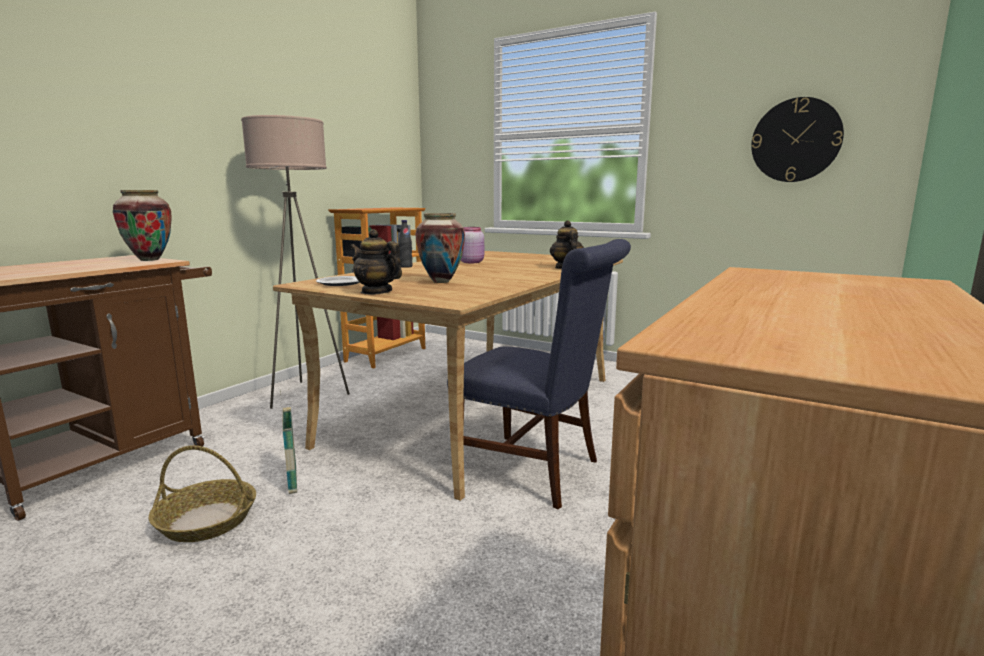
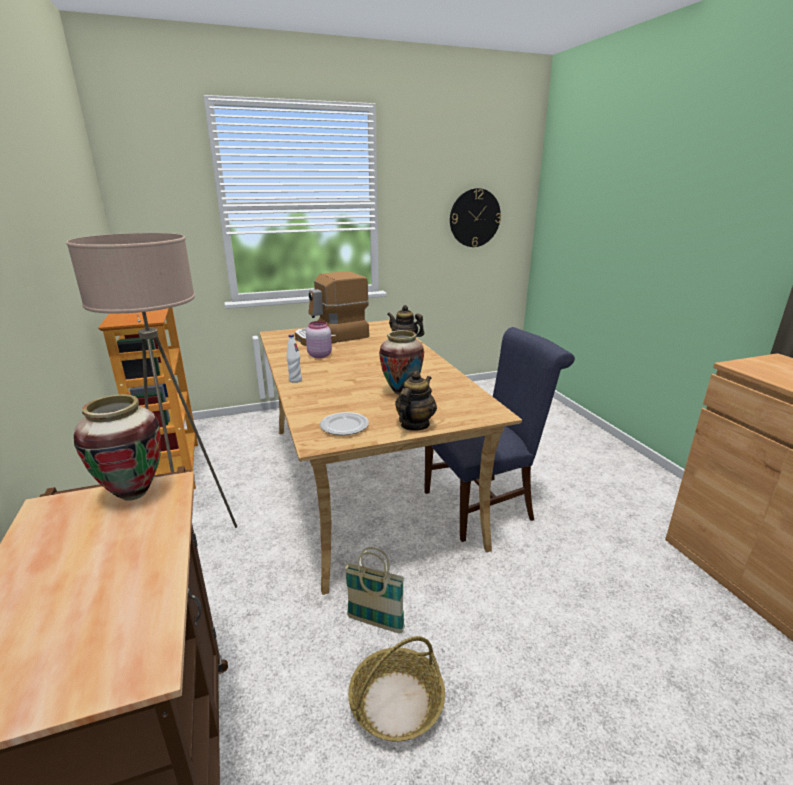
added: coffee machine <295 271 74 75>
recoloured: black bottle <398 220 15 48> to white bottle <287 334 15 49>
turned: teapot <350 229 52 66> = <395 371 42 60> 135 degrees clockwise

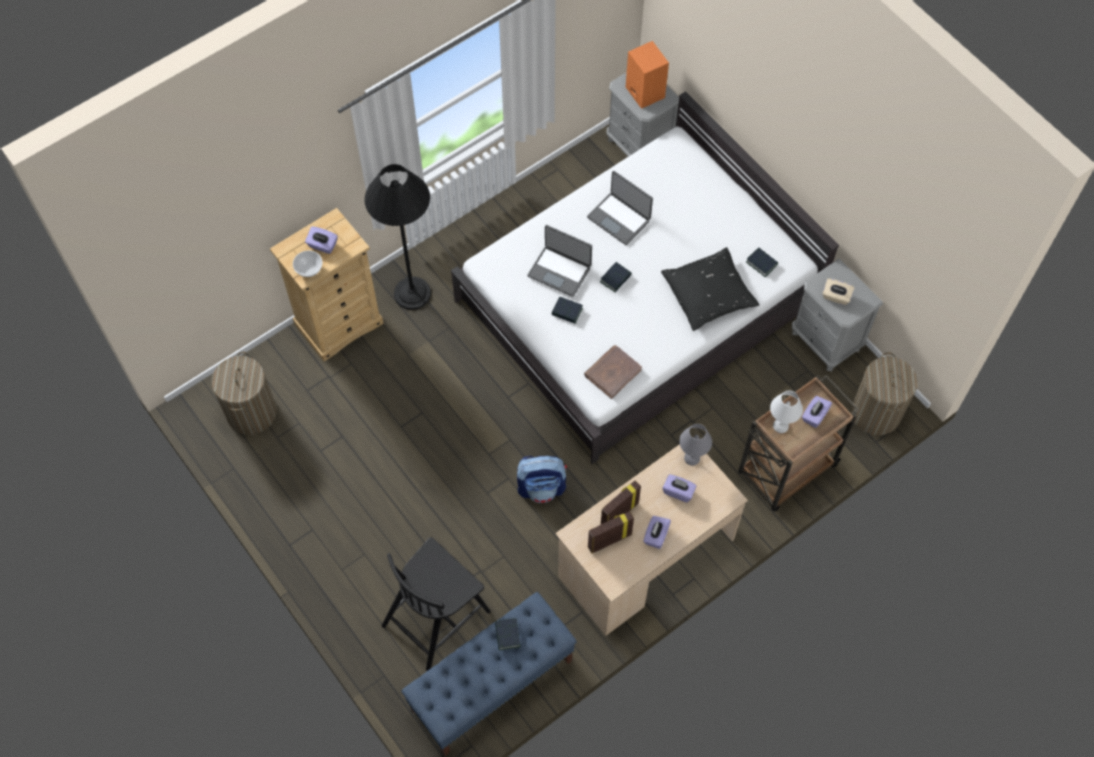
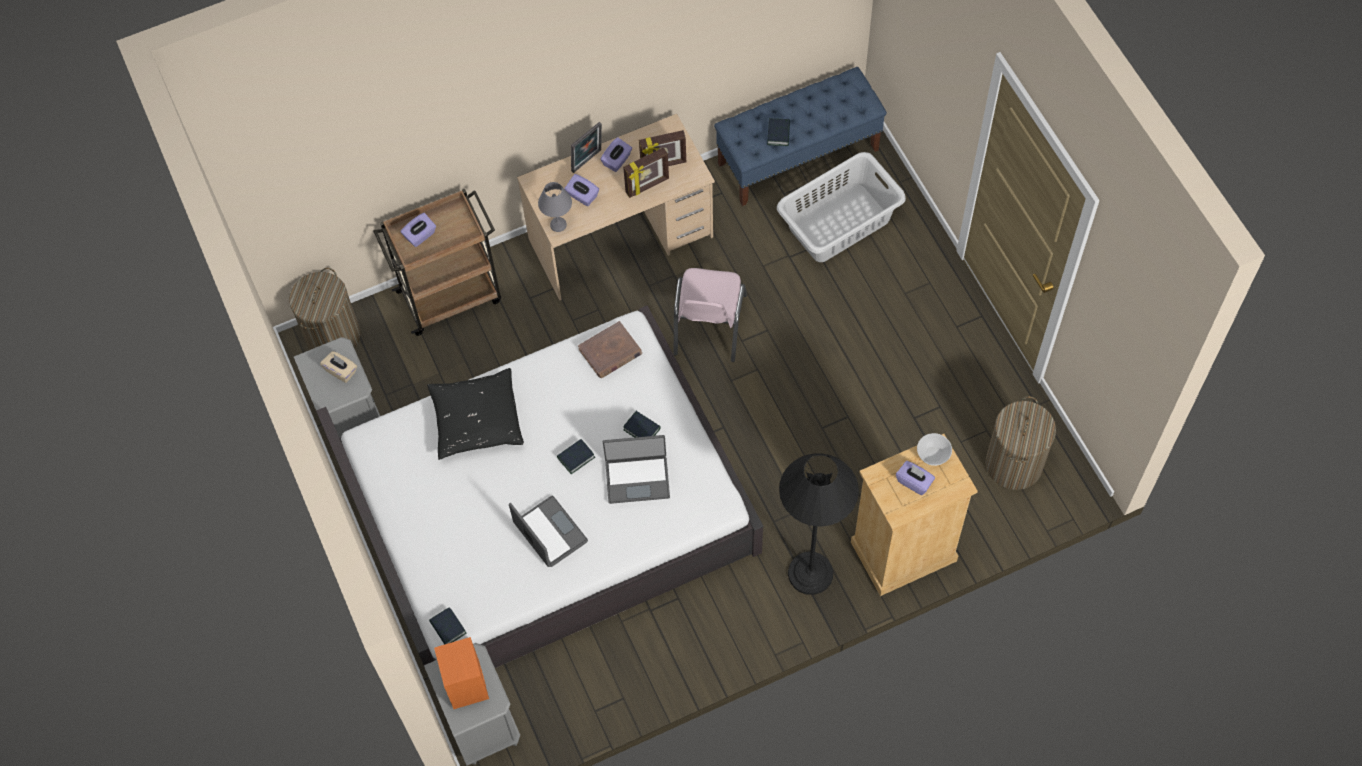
removed: white table lamp <770 391 33 42>
added: picture frame <571 122 31 51>
moved: book <746 247 32 30> to <429 607 37 37>
replaced: black chair <382 537 109 134> to grey laundry basket <777 152 129 110>; backpack <517 456 50 47> to pink chair <674 268 73 94>
turned: laptop <527 225 65 72> = <603 435 67 69> 135 degrees clockwise

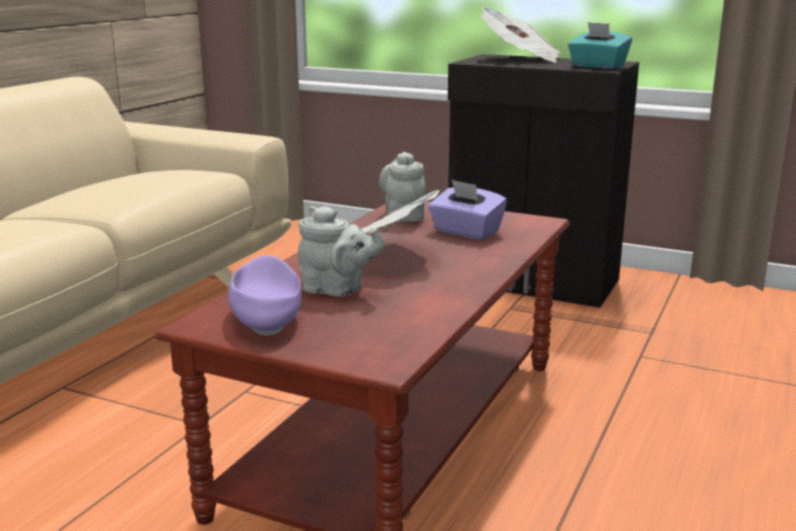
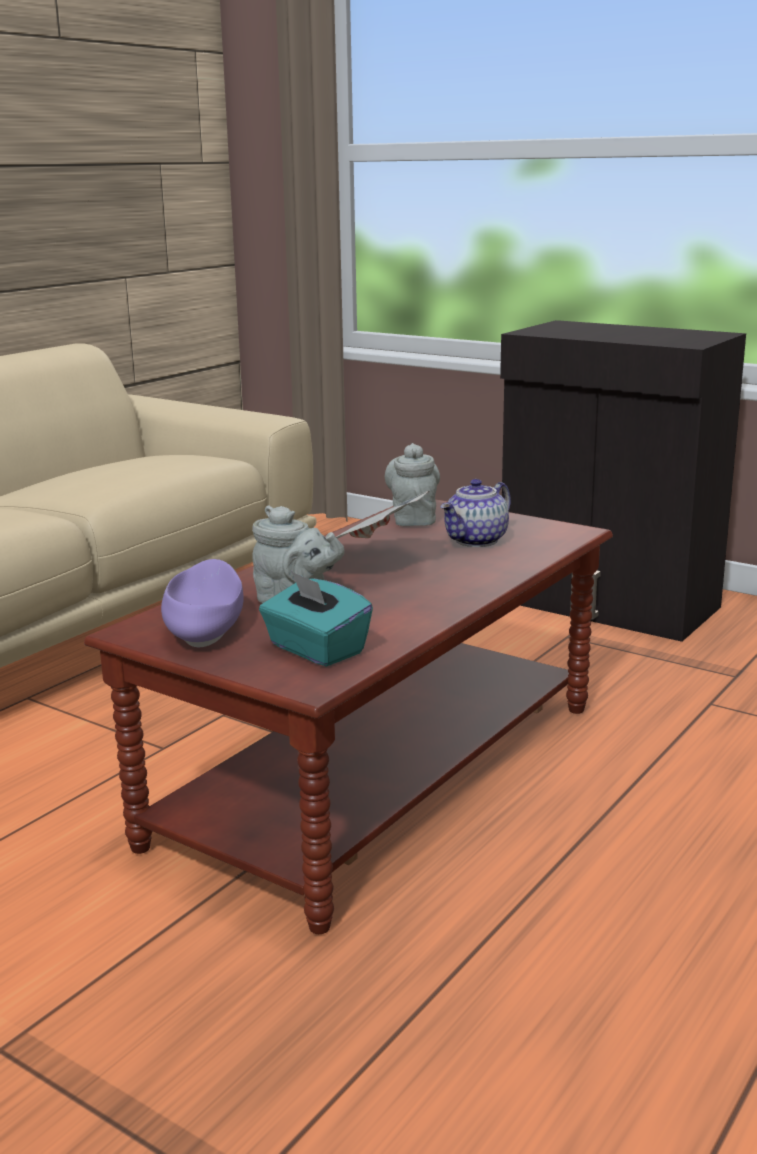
removed: newspaper <481 7 79 55>
moved: turquoise tissue box <568 22 64 47> to <259 571 114 96>
replaced: purple tissue box <428 179 79 61> to teapot <441 479 70 68>

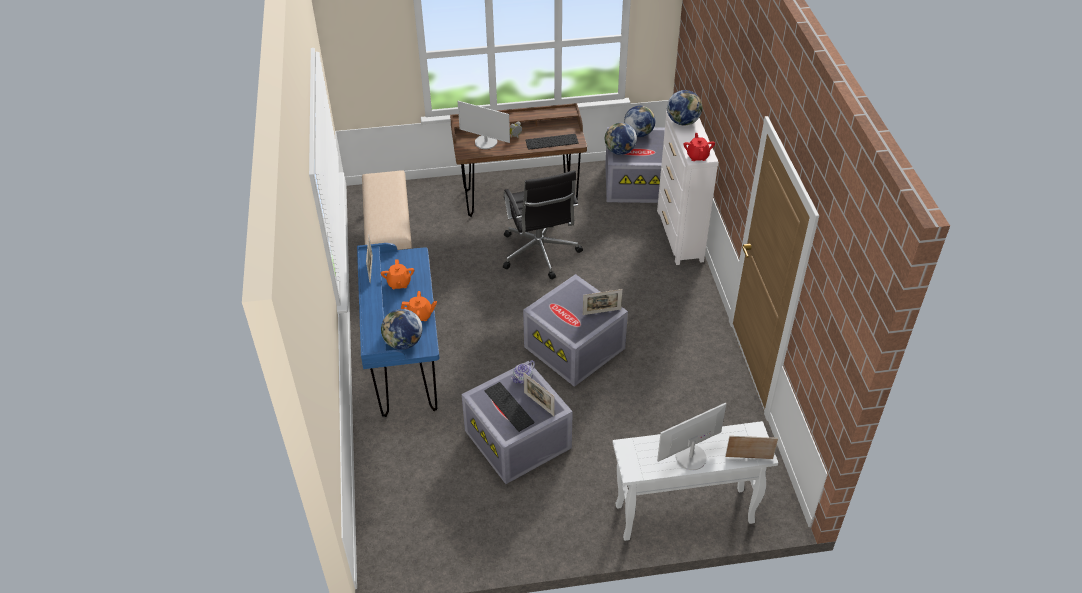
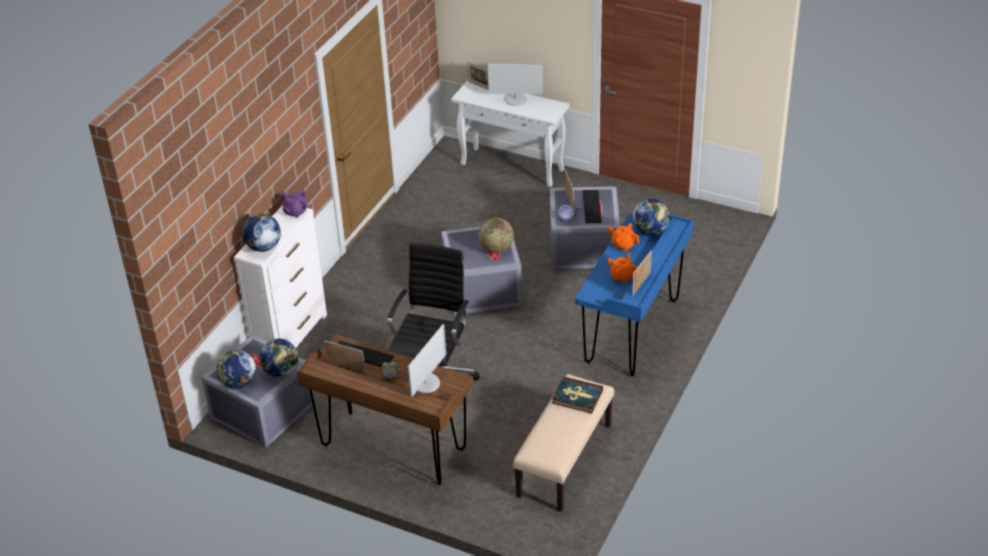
added: globe <479 218 35 35>; book <552 377 51 37>
moved: picture frame <583 289 40 26> to <324 341 41 32>
recoloured: red teapot <683 133 32 28> to purple teapot <281 189 27 29>
turned: monitor <457 101 53 48> = <408 324 38 73> 60 degrees clockwise

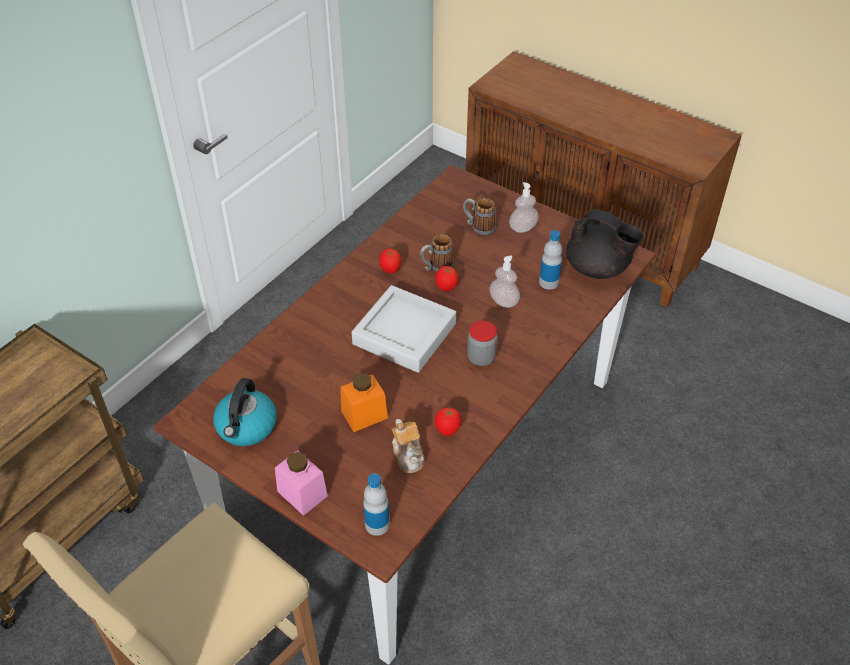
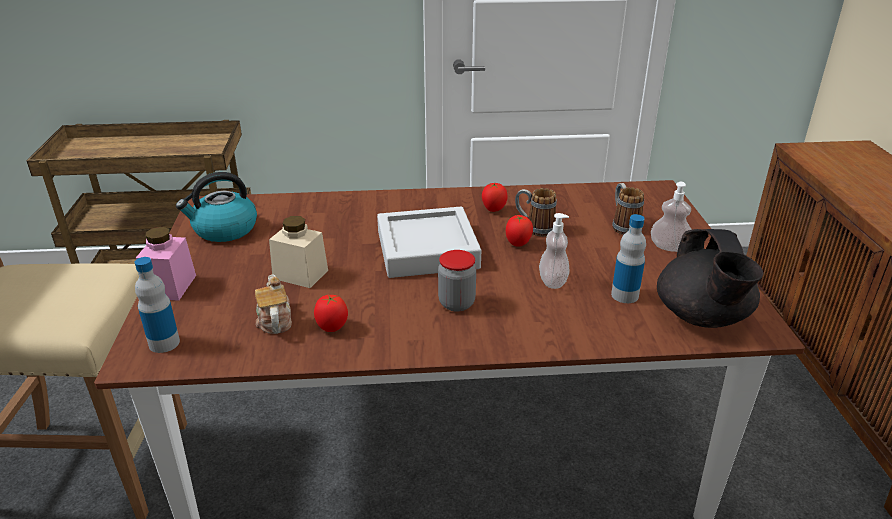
recoloured: orange jar <341 373 47 59> to beige jar <269 216 59 72>
turned: teapot <392 419 33 54> = <255 274 37 60> 135 degrees clockwise

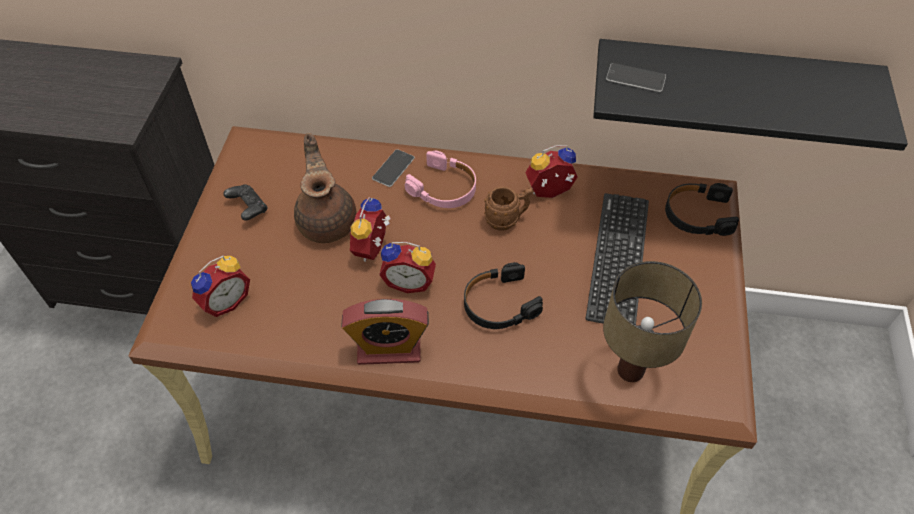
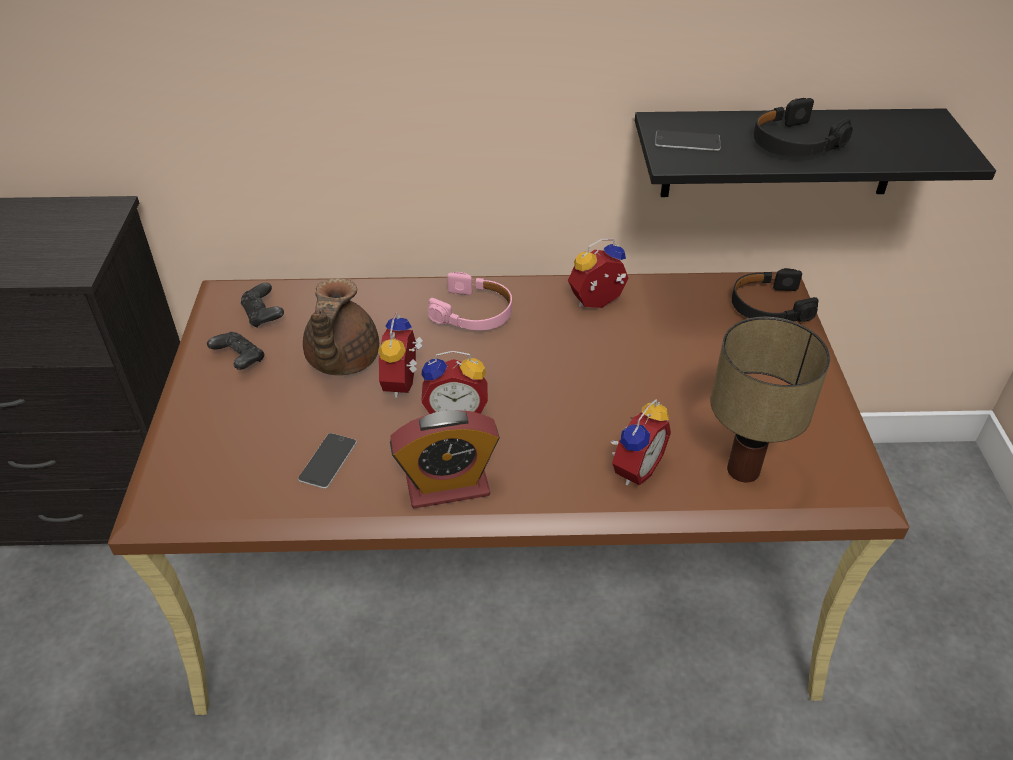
removed: brown mug <484 187 49 44>; keyboard <586 193 63 132>
added: black game controller <241 283 43 45>
moved: alarm clock <191 256 59 61> to <610 399 61 86>; phone <372 149 43 38> to <298 433 59 56>; black headphones <464 262 79 67> to <754 98 99 59>
turned: brown teapot <294 133 63 110> = <303 278 76 97> 150 degrees counterclockwise

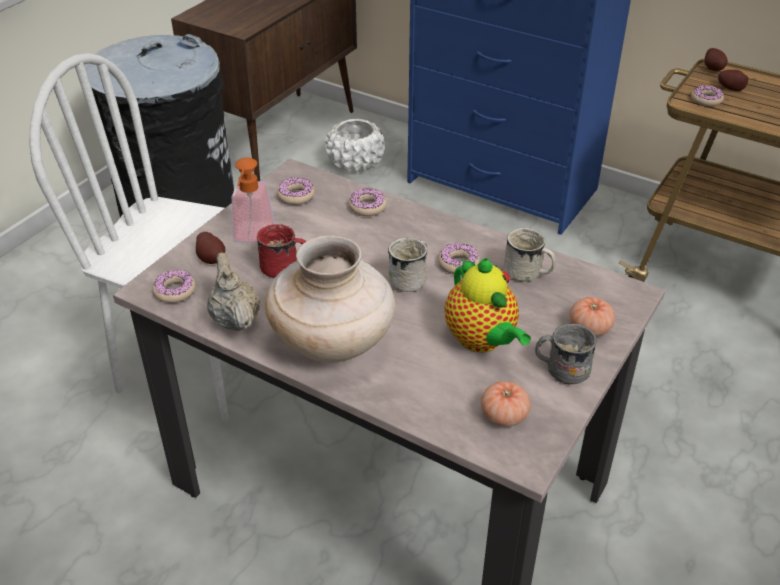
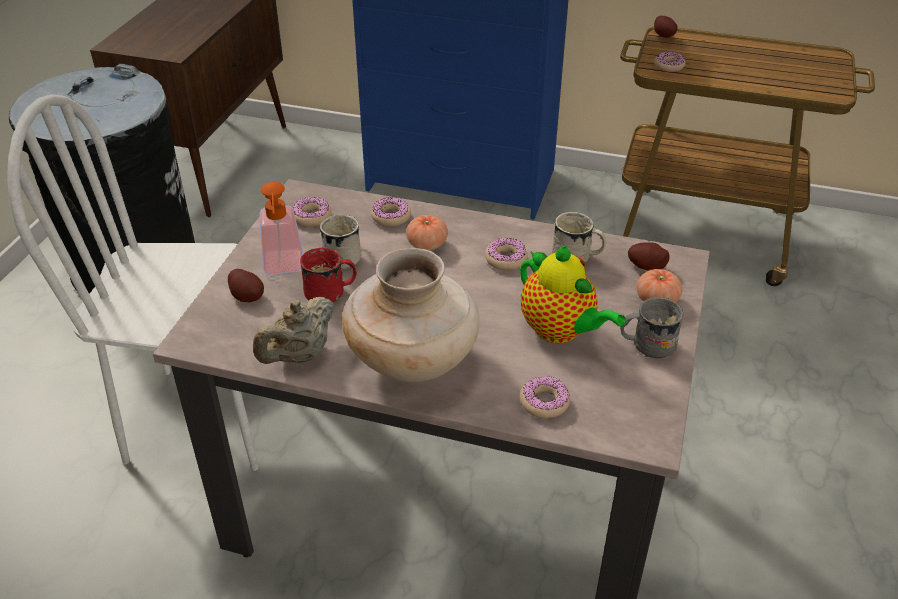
removed: white planter <325 119 60 54>
moved: donut <152 270 44 33> to <519 376 51 42>; white mug <388 238 39 54> to <320 215 41 54>; tomato <481 381 50 46> to <406 215 42 36>; potato <718 70 30 21> to <628 242 42 29>
turned: beige teapot <207 252 53 79> = <253 297 82 67> 105 degrees counterclockwise

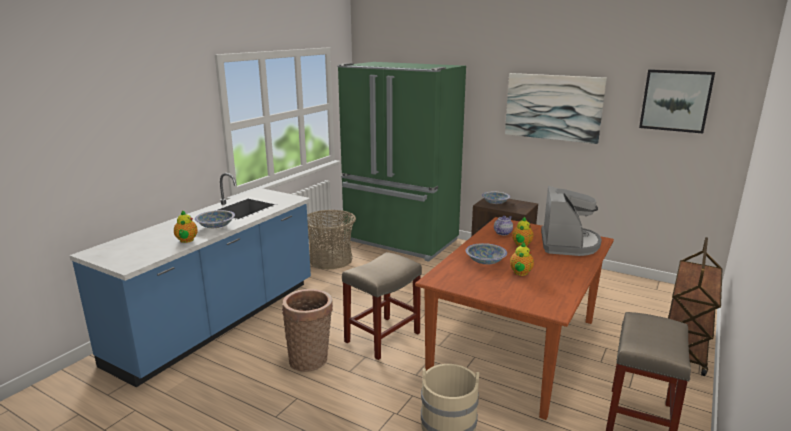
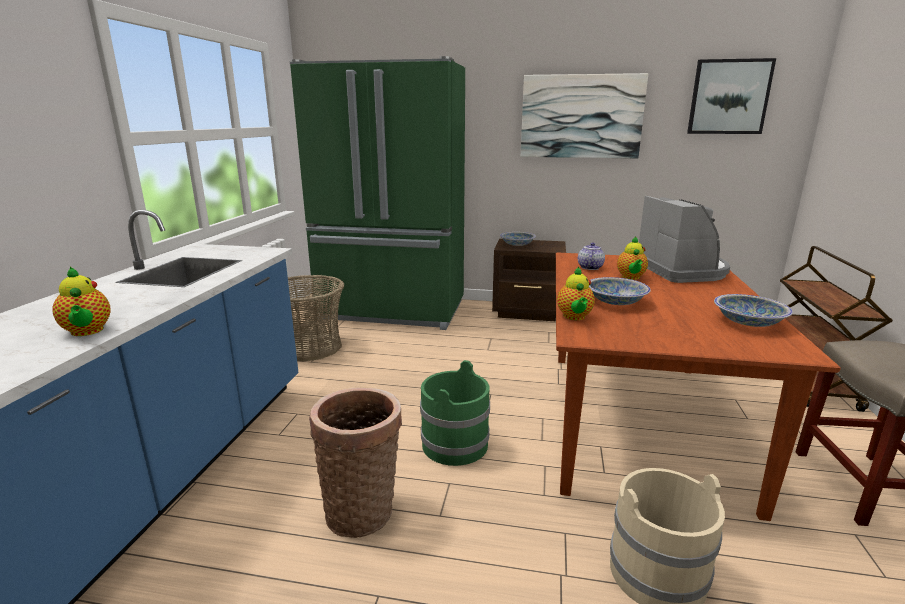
moved: bowl <195 210 40 18> to <714 294 79 33>; teapot <510 242 24 34> to <557 267 38 53>
replaced: beige stool <342 252 80 108> to green bucket <420 360 70 106>

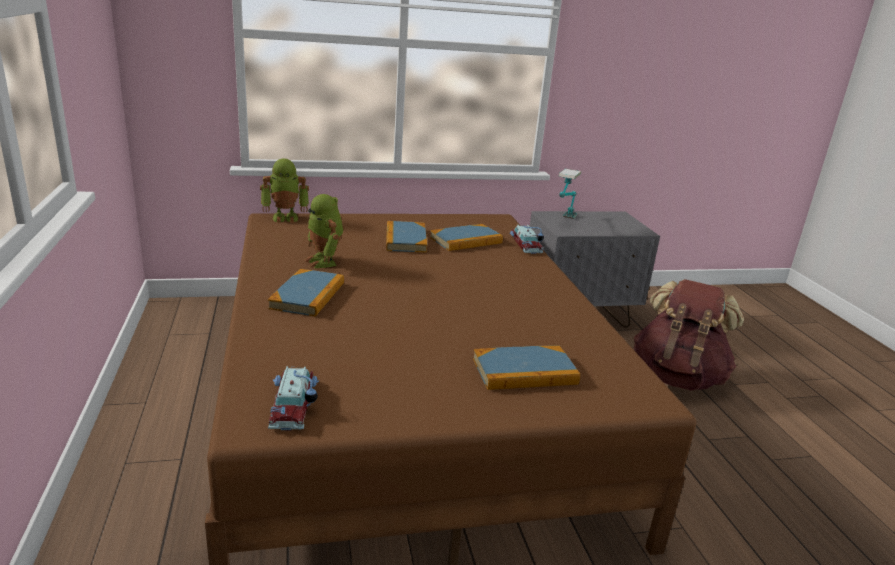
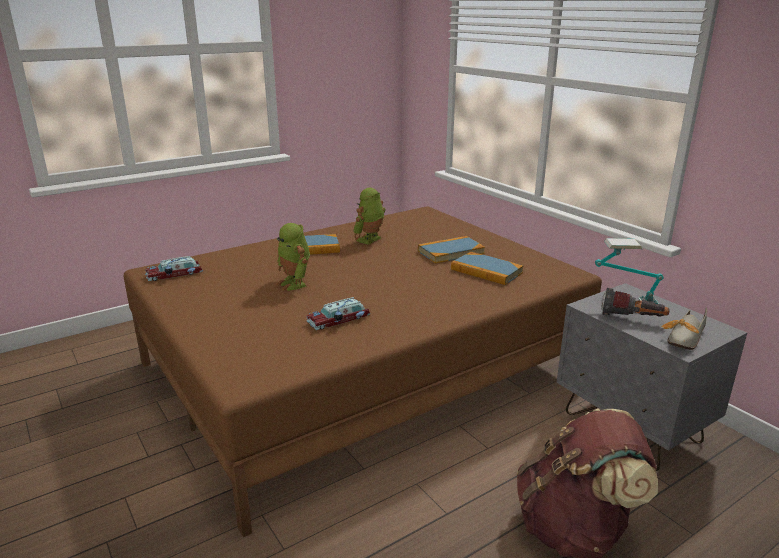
removed: book <473 345 107 45>
added: flashlight <601 288 68 29>; shoe <661 307 46 43>
moved: toy robot <260 159 49 64> to <276 223 34 68>; toy car <510 225 34 29> to <306 297 64 33>

